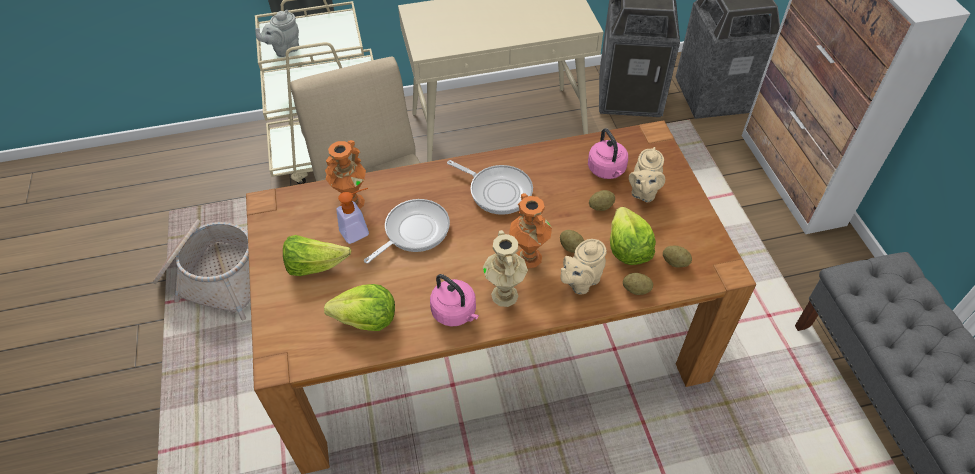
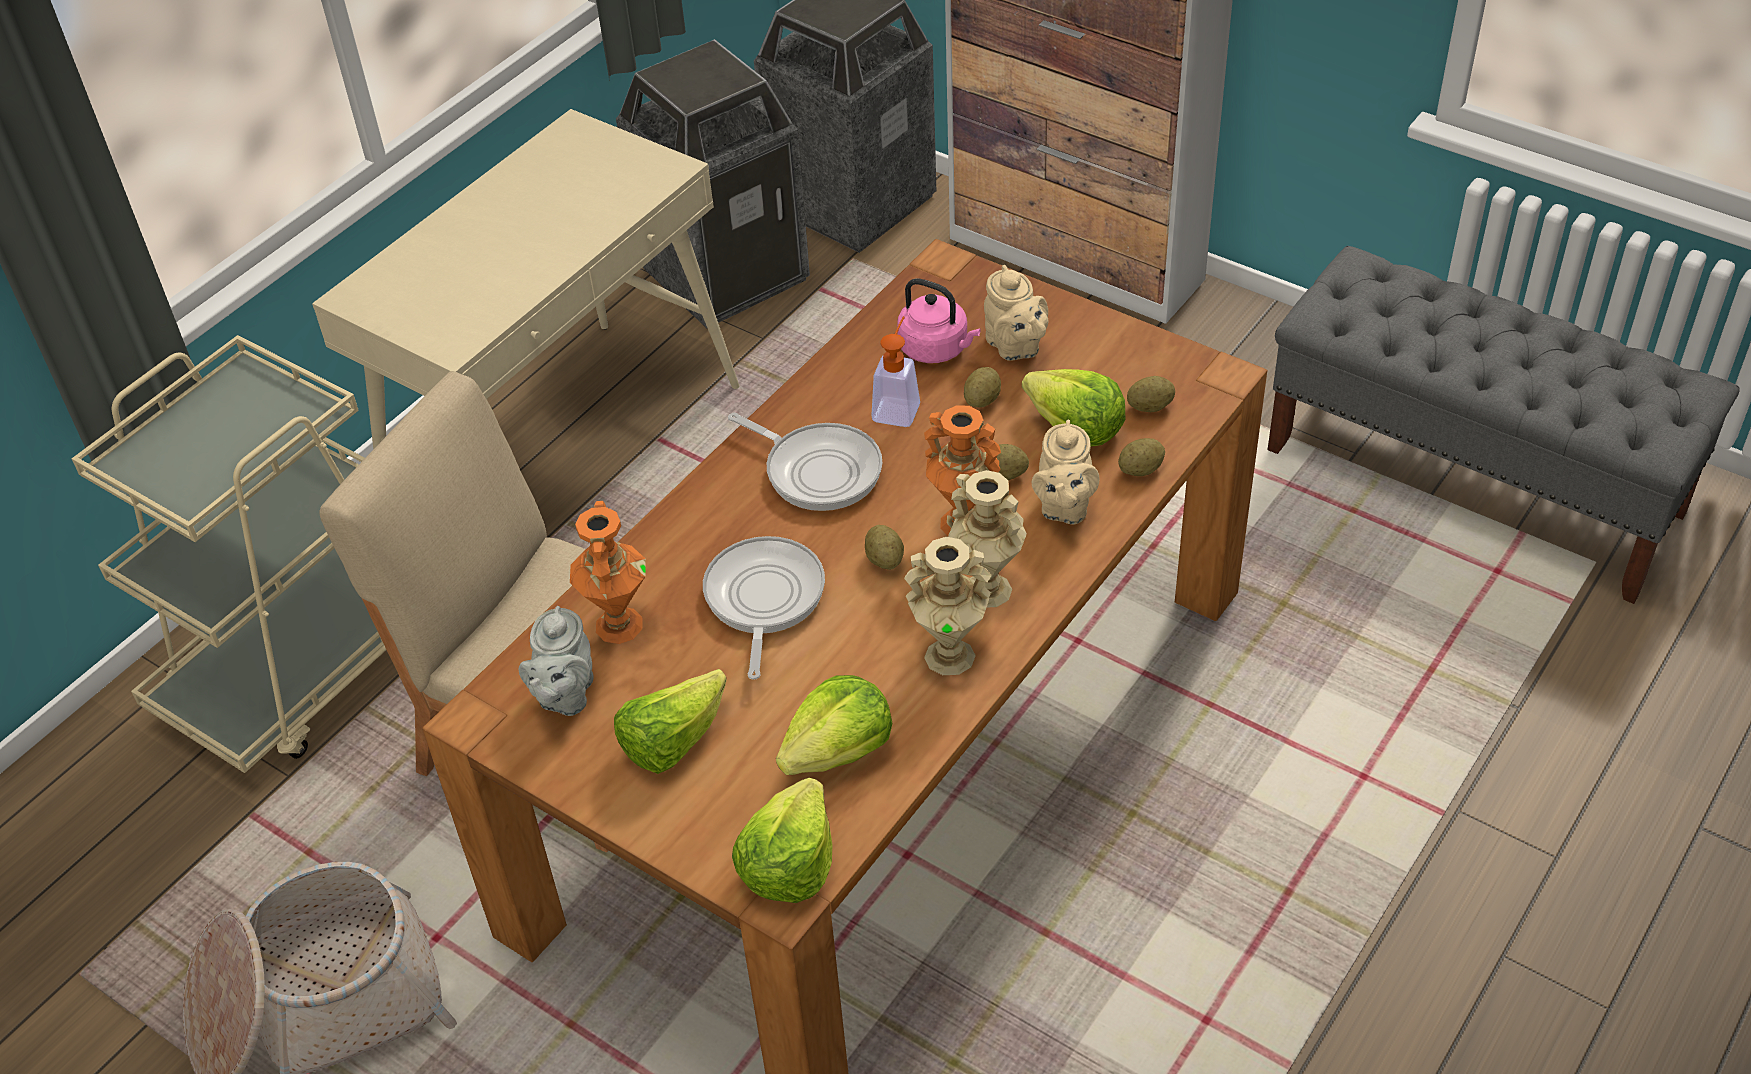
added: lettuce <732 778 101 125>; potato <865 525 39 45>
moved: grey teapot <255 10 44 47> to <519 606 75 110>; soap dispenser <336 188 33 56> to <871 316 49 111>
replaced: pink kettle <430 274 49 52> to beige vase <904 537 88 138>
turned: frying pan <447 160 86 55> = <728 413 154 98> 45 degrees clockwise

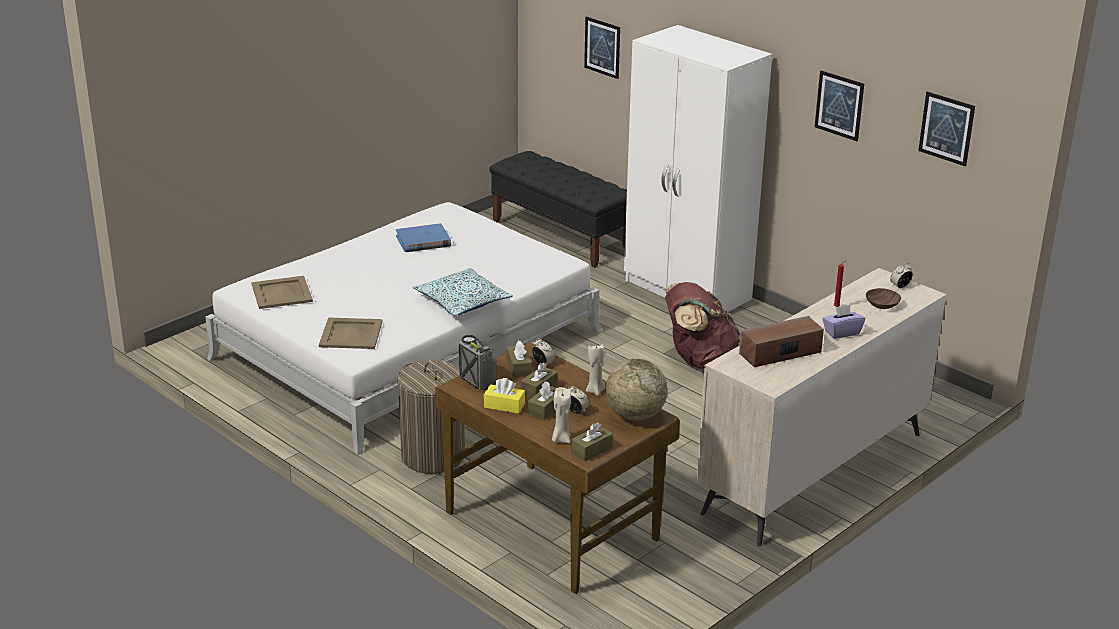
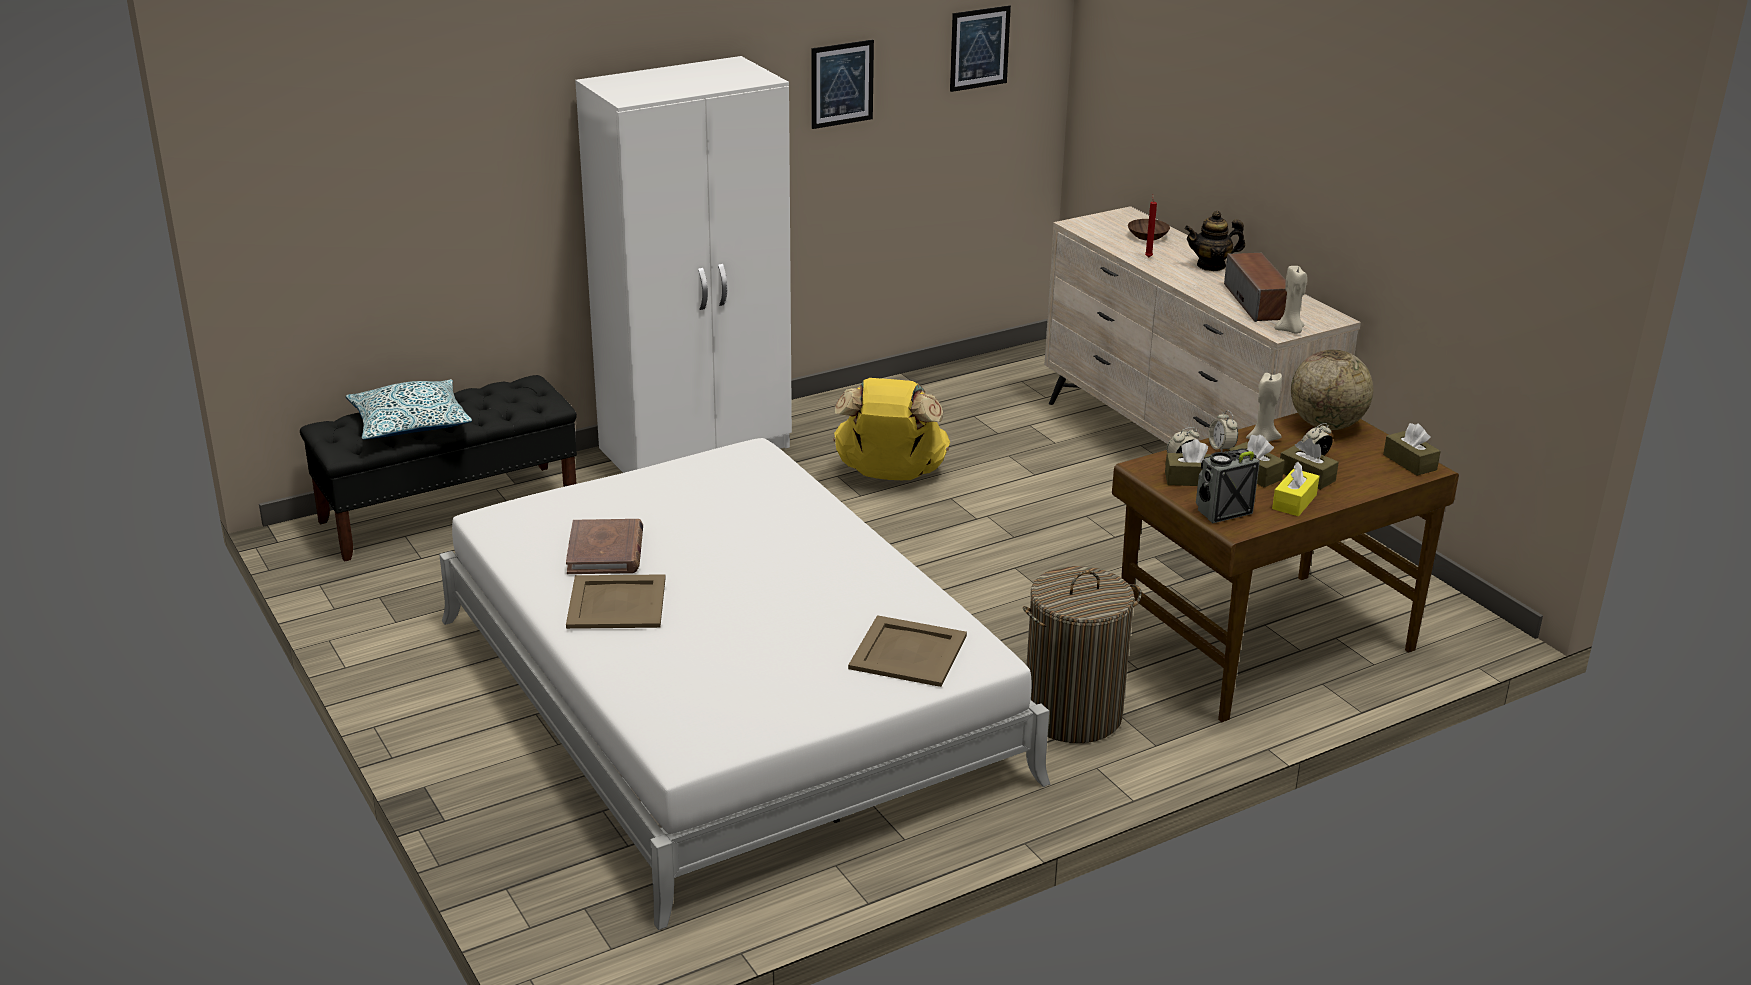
removed: picture <584 16 36 63>
moved: beige tray <251 276 62 33> to <566 574 100 55>; pillow <413 268 100 48> to <346 379 126 61>; beige candle <552 387 19 56> to <1275 266 32 68>; alarm clock <890 263 23 25> to <1208 410 30 42>
replaced: purple tissue box <822 305 43 34> to teapot <1185 211 60 60>
recoloured: blue book <396 223 55 29> to brown book <566 519 77 55>; brown backpack <665 282 75 87> to yellow backpack <833 378 117 102>

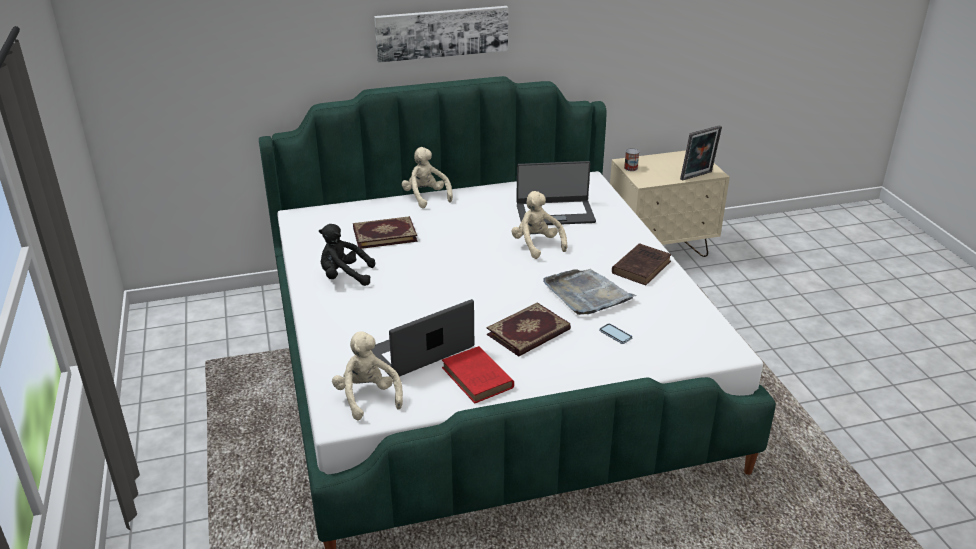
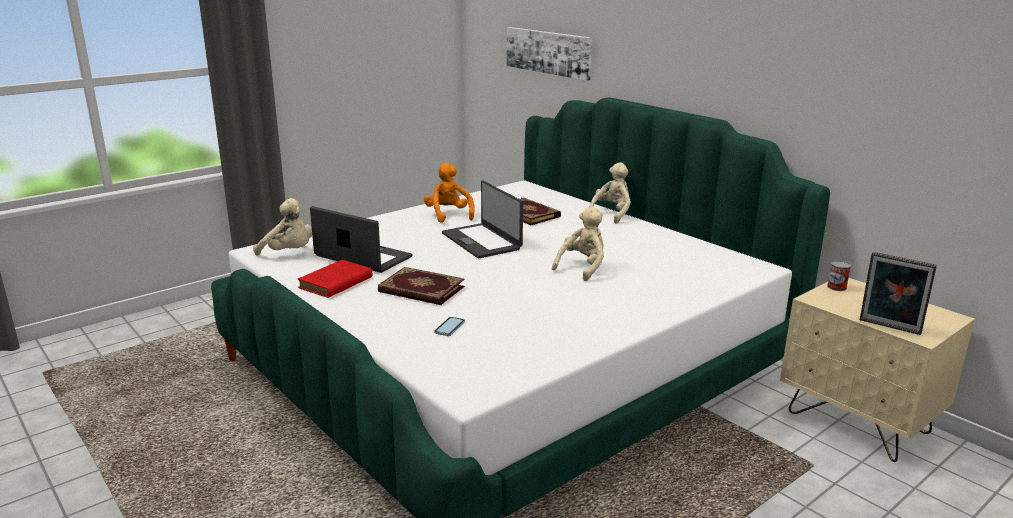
removed: grey tray <543 269 93 46>; brown book <612 243 60 42>
moved: picture <374 6 134 57> to <506 27 86 54>; laptop <516 161 80 64> to <442 181 81 78>
recoloured: black plush toy <319 224 56 62> to orange plush toy <424 163 51 60>
turned: beige plush toy <332 331 71 89> = <253 198 59 58> 75 degrees clockwise

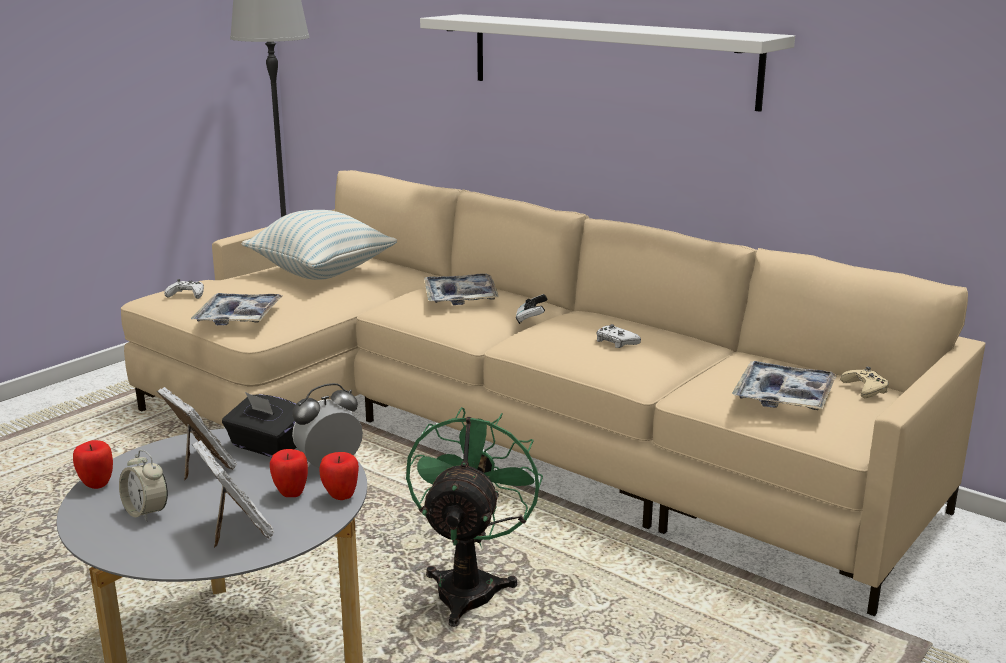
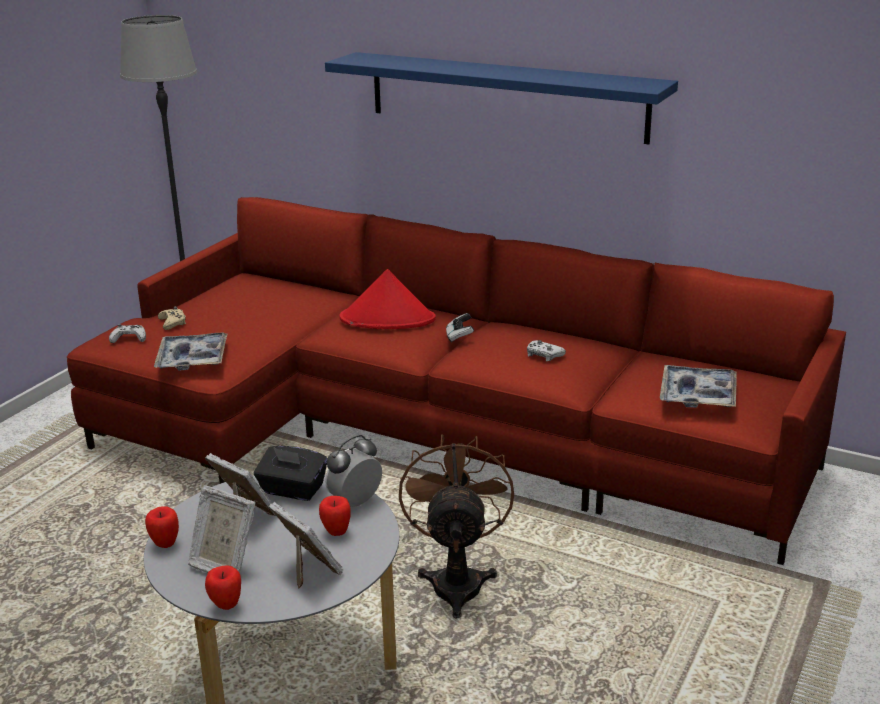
removed: pillow <242 210 155 70>
moved: apple <319 452 40 48> to <205 565 36 45>; beige game controller <840 367 49 31> to <158 307 28 23>
replaced: alarm clock <119 450 49 72> to picture frame <188 485 68 88>; tray <424 273 75 32> to red hat <340 269 96 60>
recoloured: beige sofa <121 170 865 446> to red sofa <67 197 779 368>; green fan <406 407 137 220> to brown fan <399 434 115 184>; white shelf <420 14 375 98> to blue shelf <325 52 353 92>

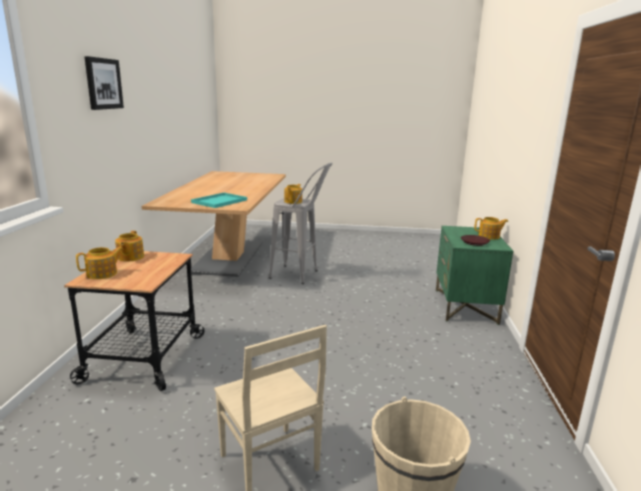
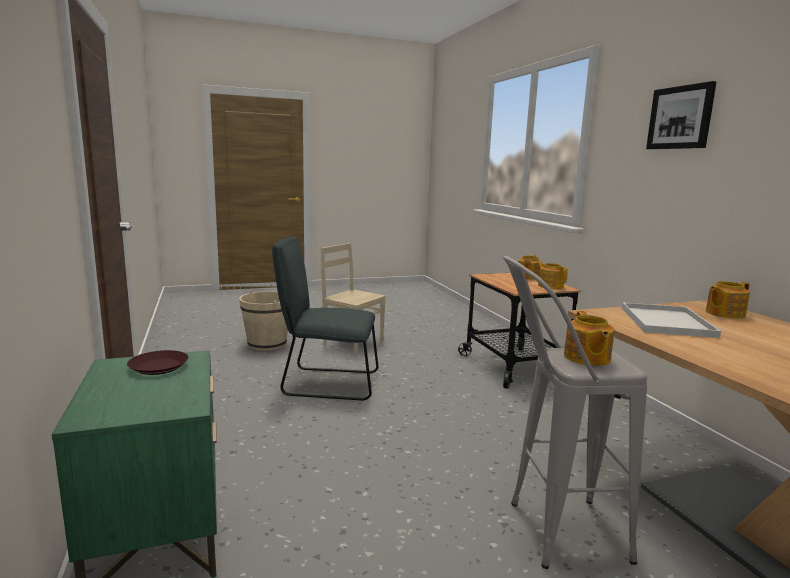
added: grey chair <272 237 106 163>
moved: teapot <474 217 35 23> to <706 281 44 38>
recoloured: turquoise tray <191 193 56 15> to white tray <621 302 100 36>

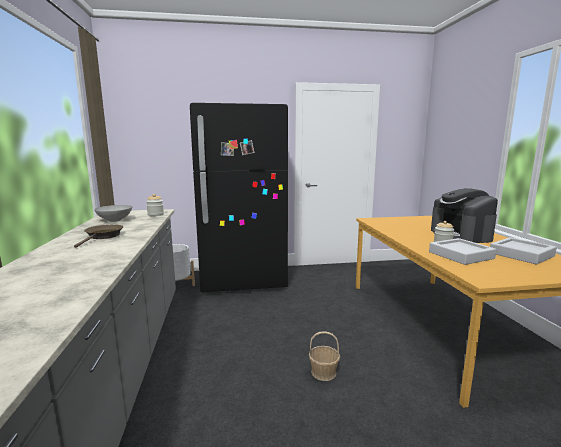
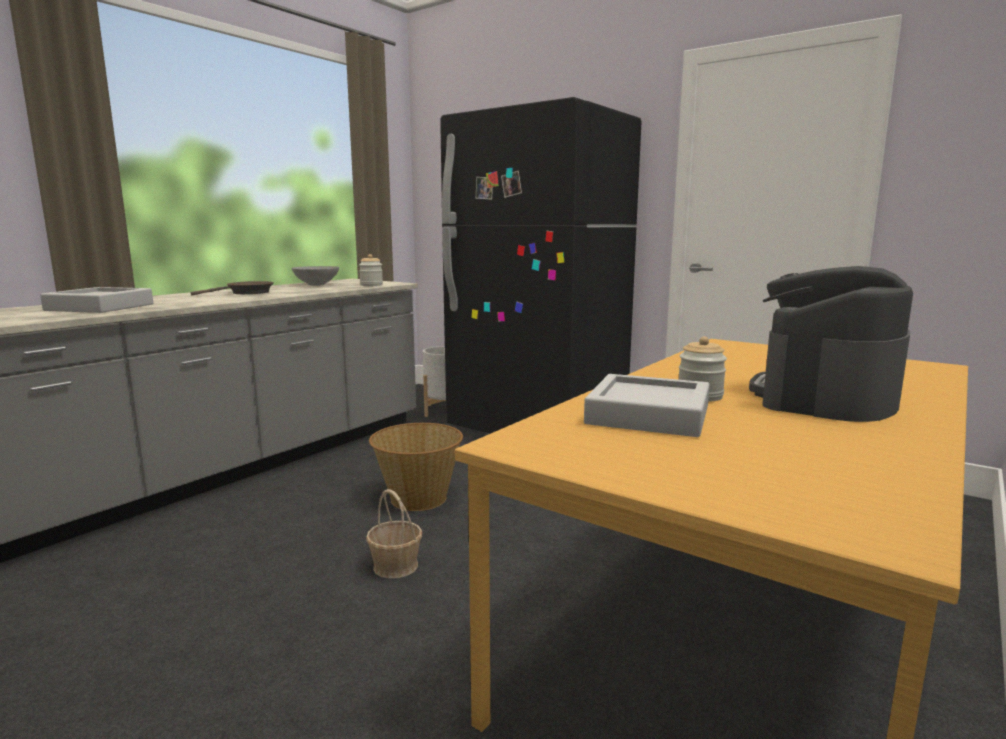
added: basket <369 423 94 88>
moved: grey tray <490 237 67 28> to <40 287 113 26>

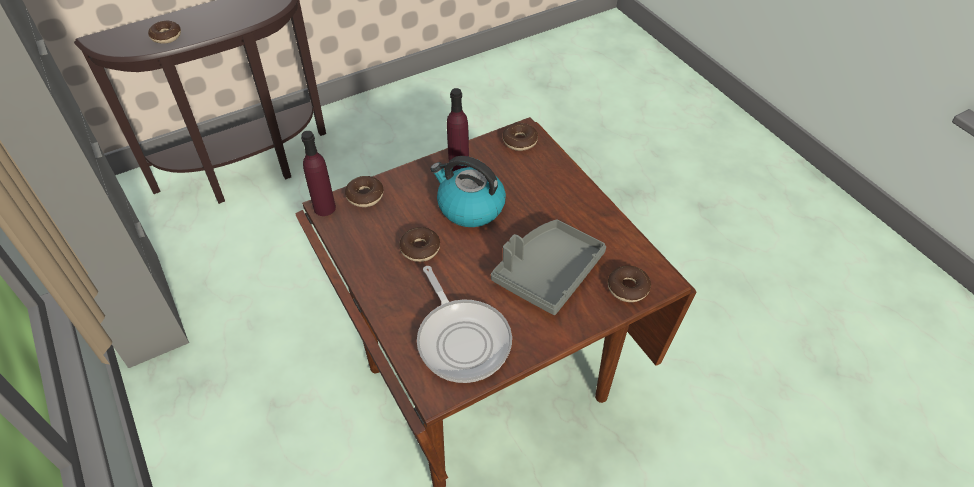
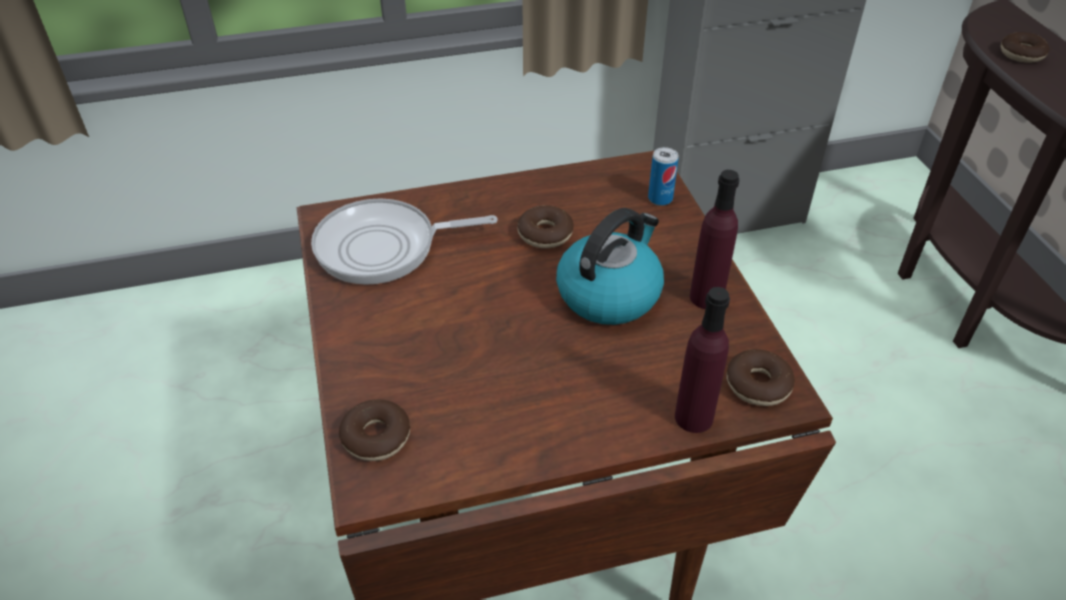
removed: grey tray <491 219 115 96>
moved: purple bottle <301 131 35 85> to <675 287 55 146>
replaced: donut <345 176 39 31> to can <648 147 31 59>

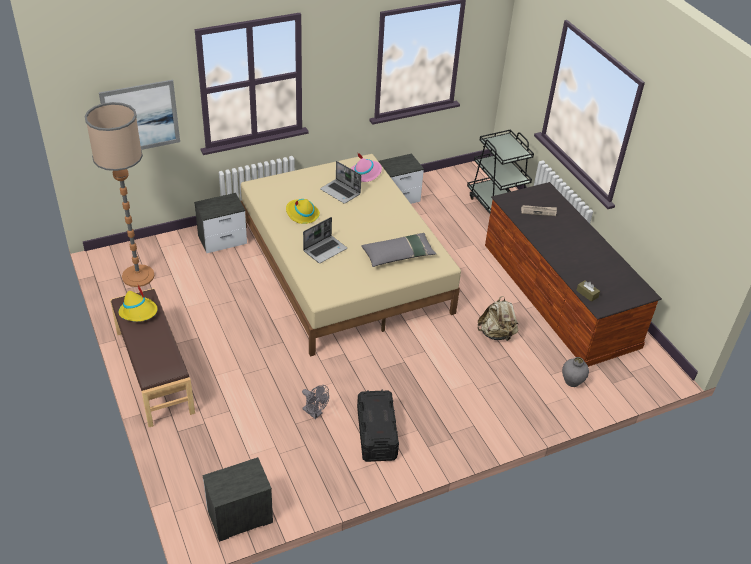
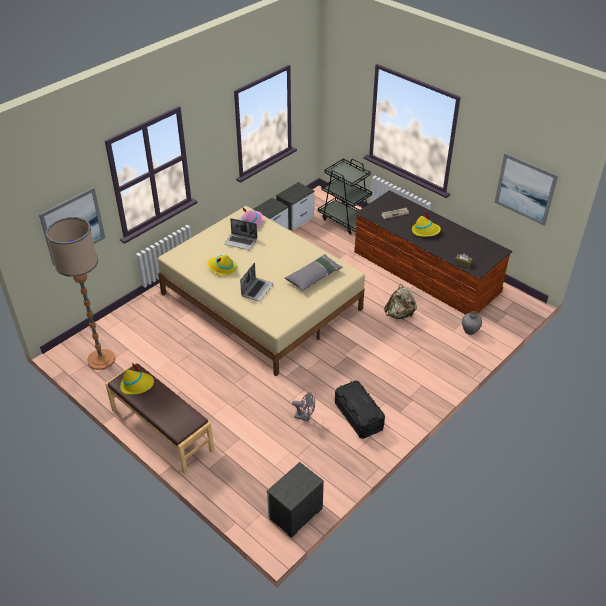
added: yellow hat <412 211 29 26>; picture <494 153 64 73>
moved: nightstand <194 193 53 60> to <276 182 39 49>

